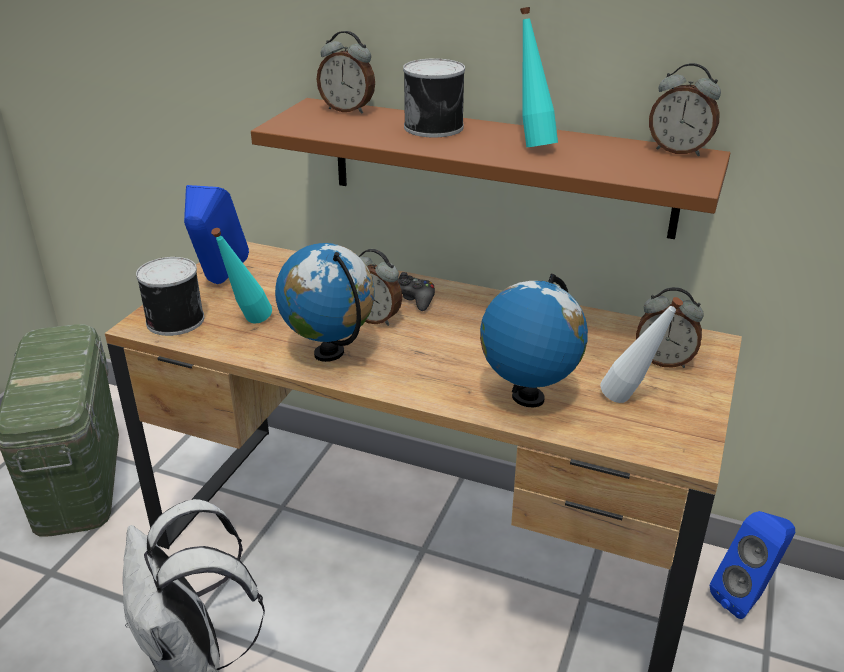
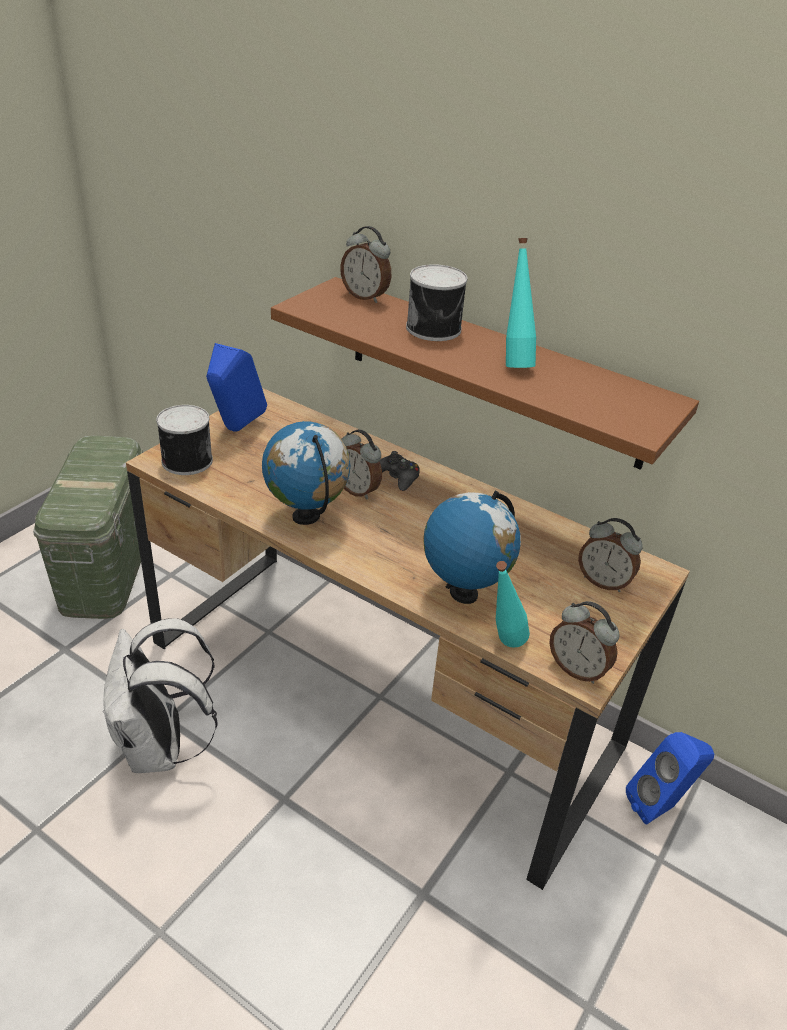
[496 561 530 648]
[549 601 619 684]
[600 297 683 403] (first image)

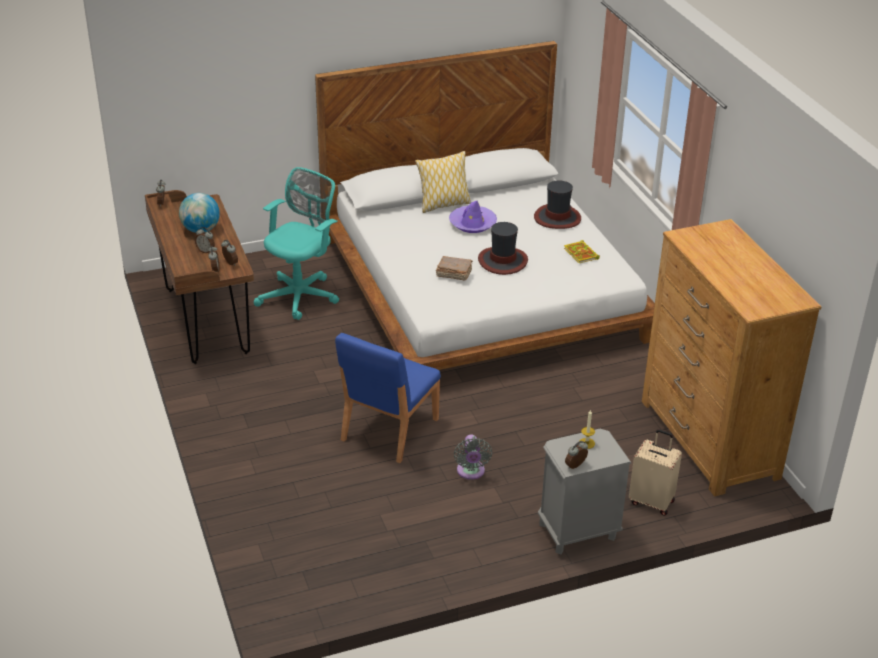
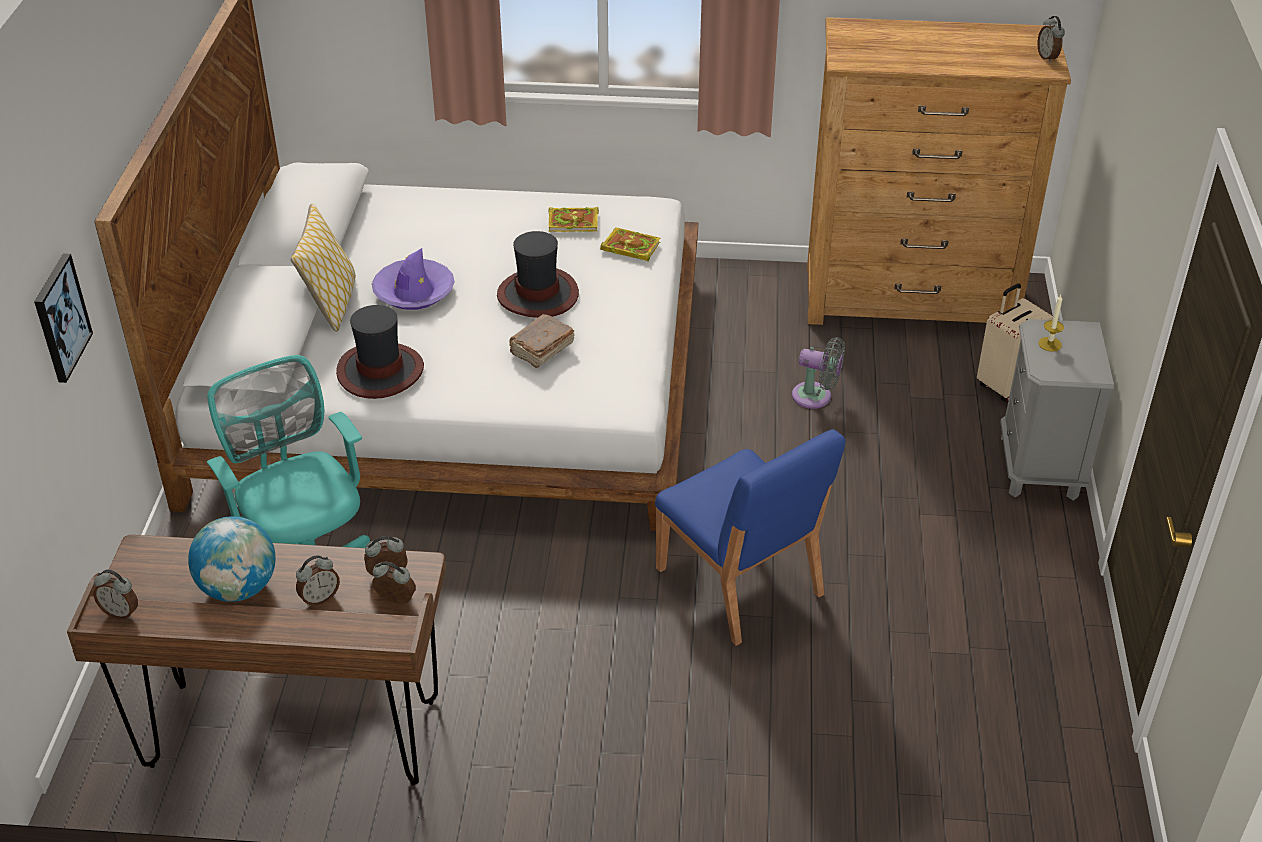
[34 253 93 383]
[336 305 424 399]
[600 227 661 262]
[792 337 845 409]
[1037 16 1065 63]

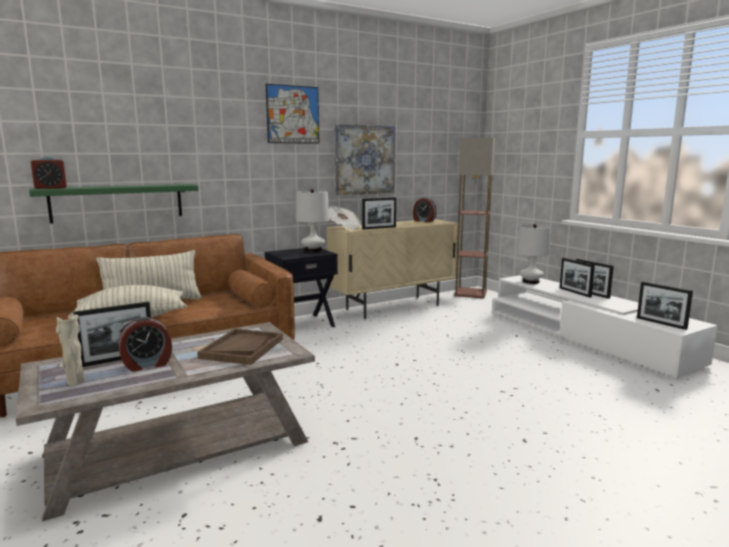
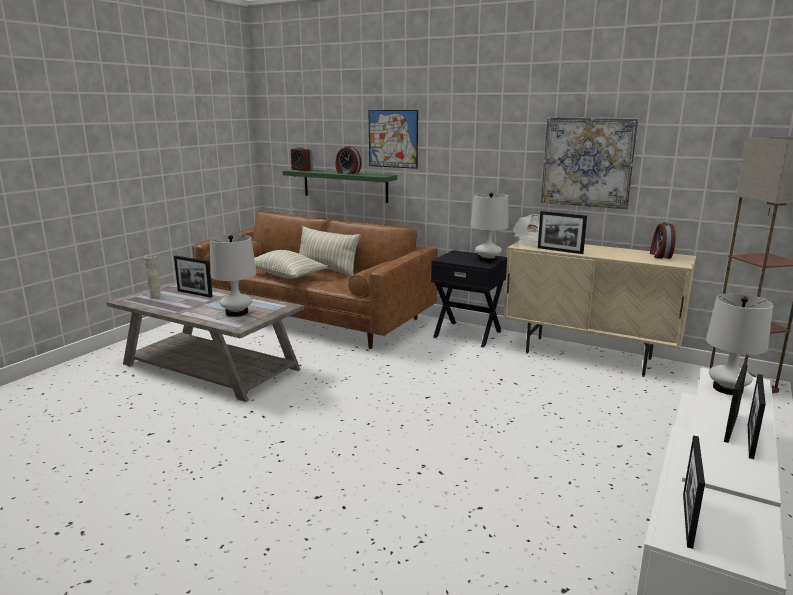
[210 234 256 317]
[335 146 362 174]
[369 110 418 169]

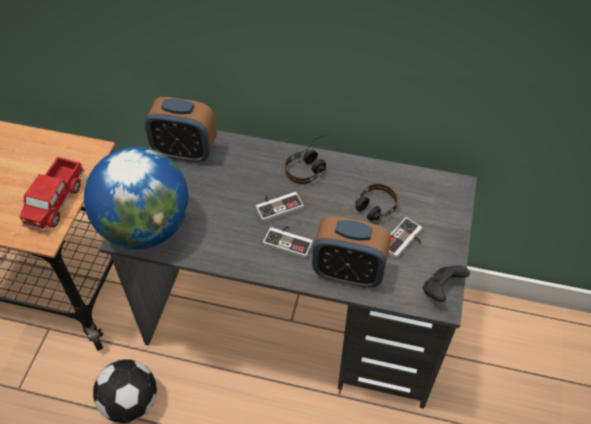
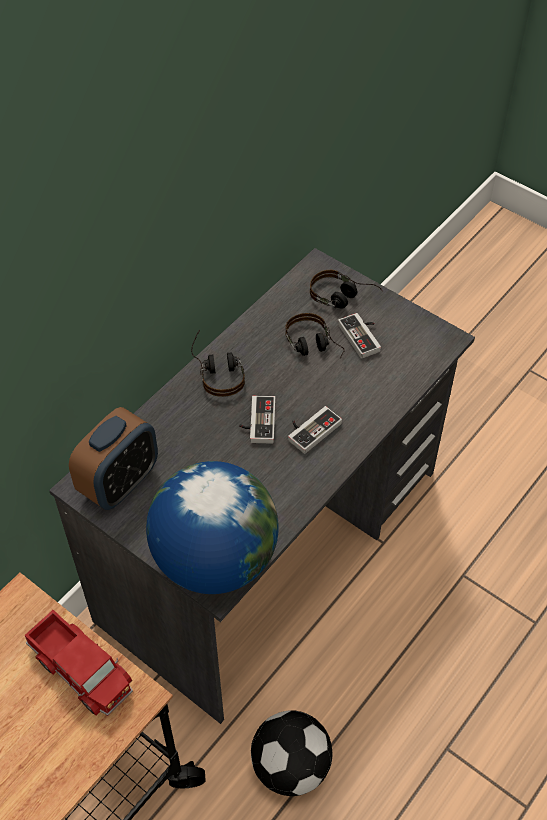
[310 270 383 309]
[312 216 391 288] (first image)
[423 265 470 302] (first image)

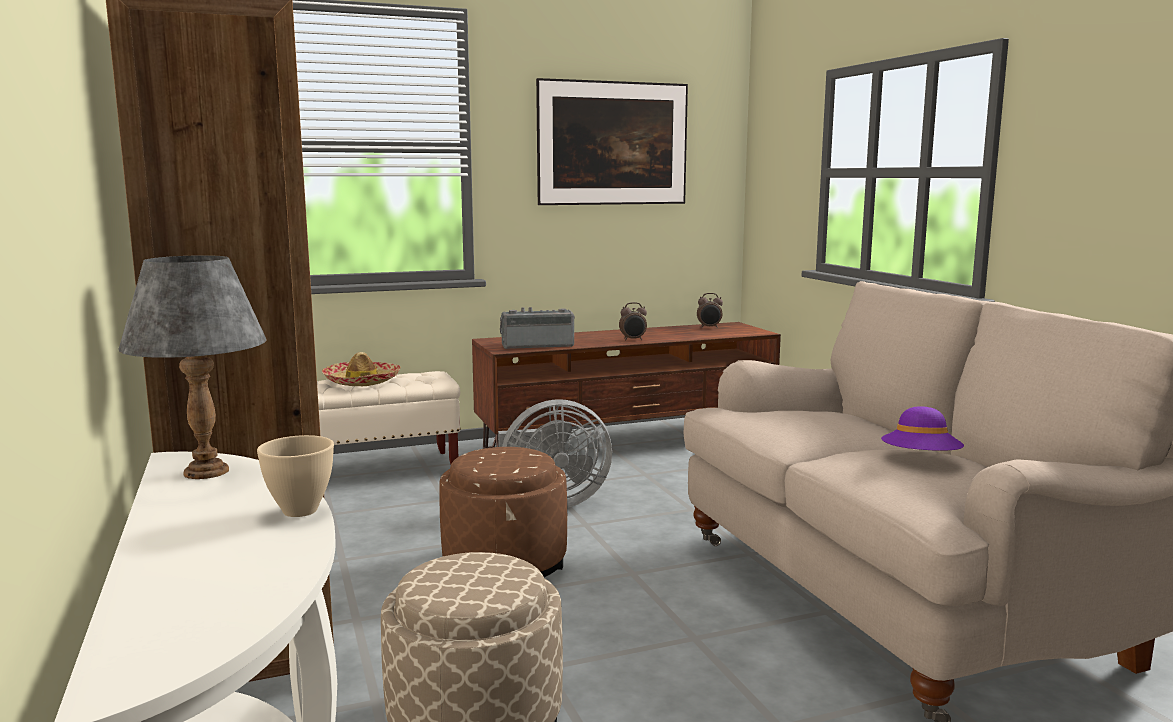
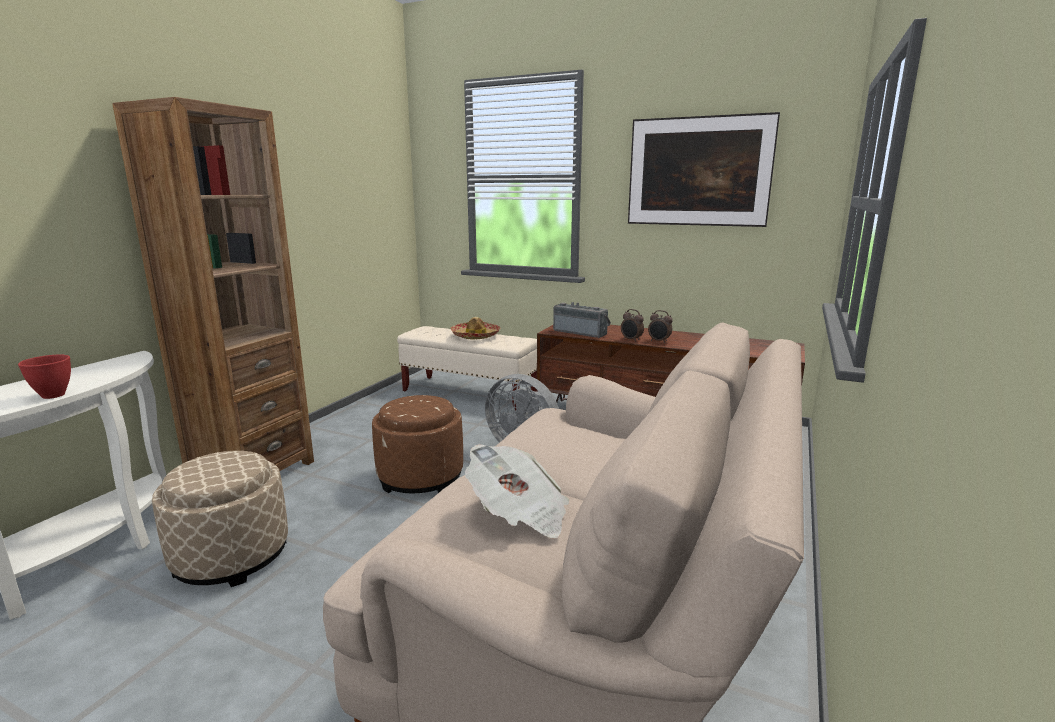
[18 355 71 399]
[465 444 569 538]
[621 309 644 342]
[118 255 267 479] (first image)

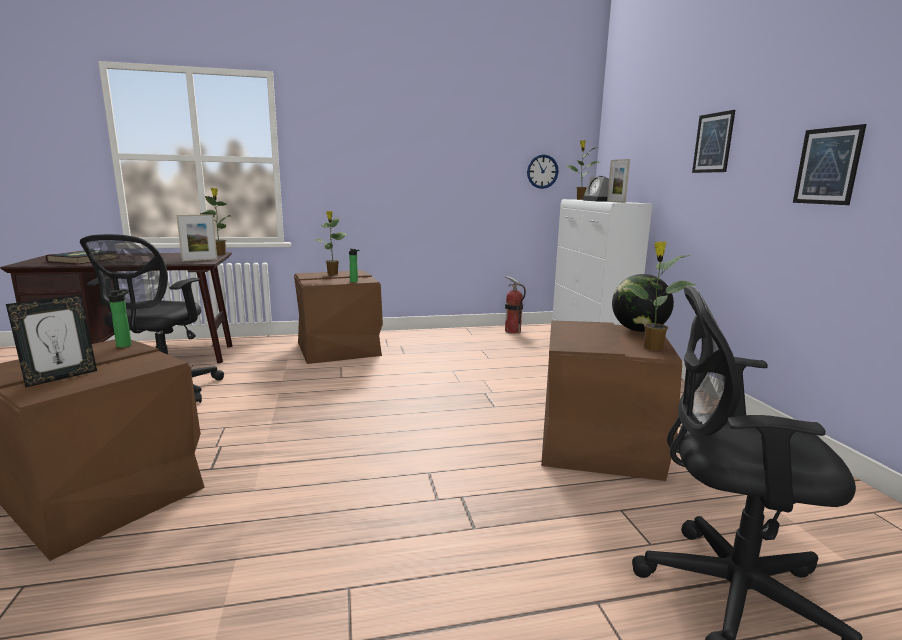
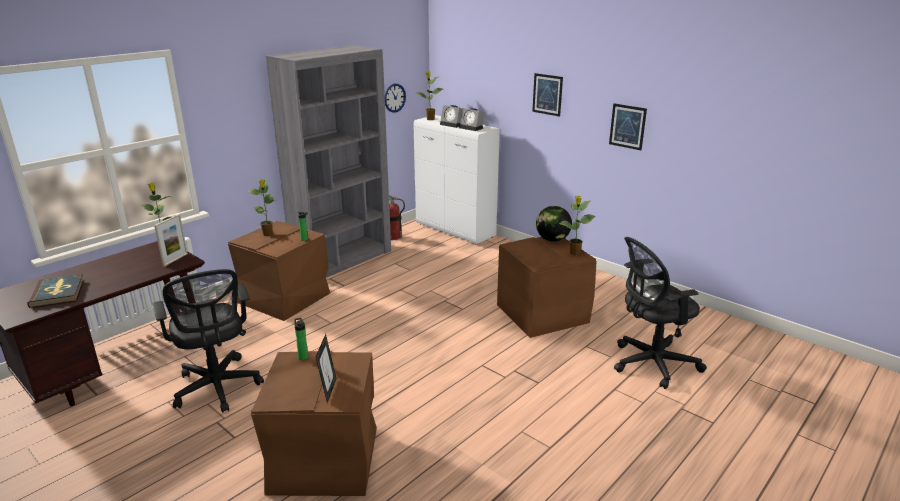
[266 45 391 278]
[459 108 485 131]

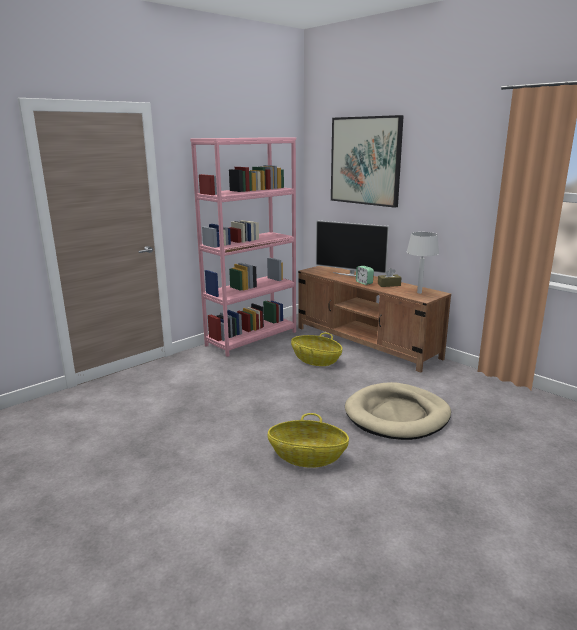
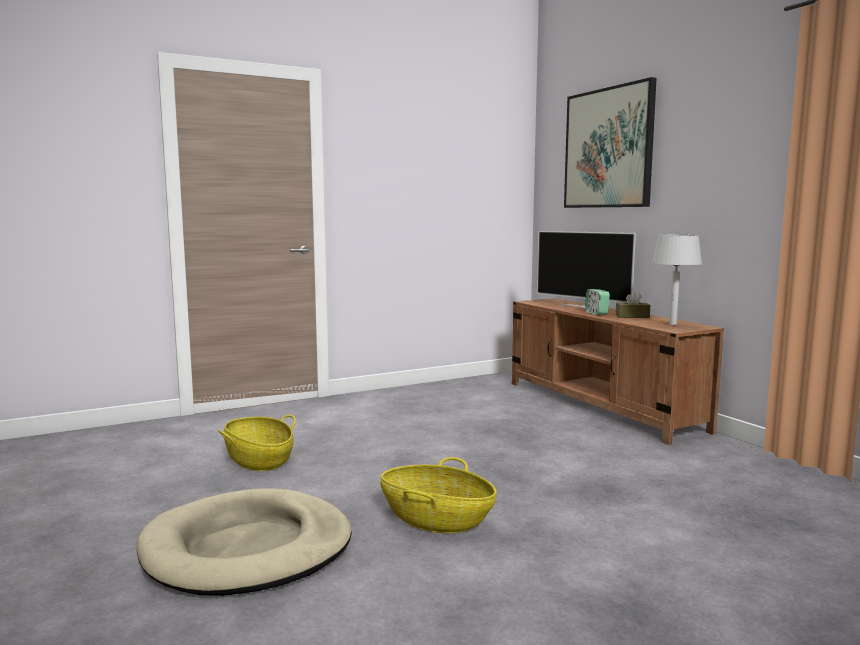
[137 488 352 596]
[218 415 296 471]
[190 137 296 357] (first image)

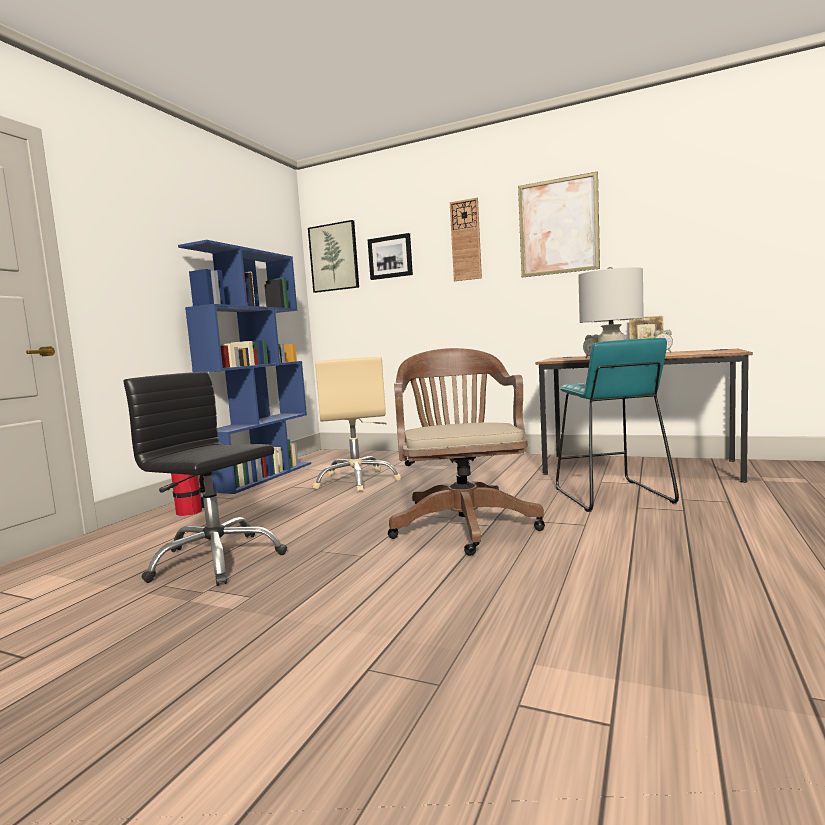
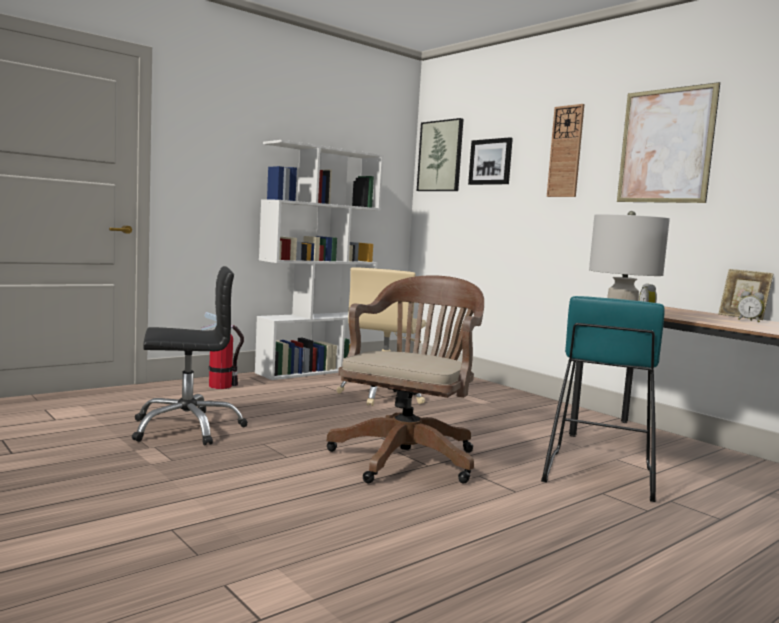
[132 266 248 446]
[255 140 384 380]

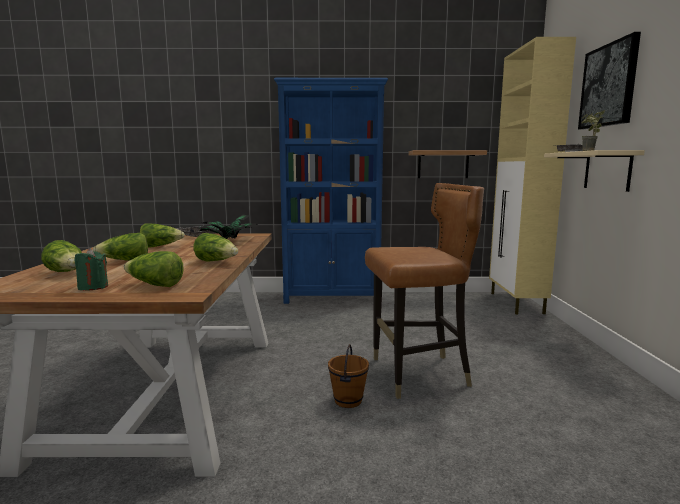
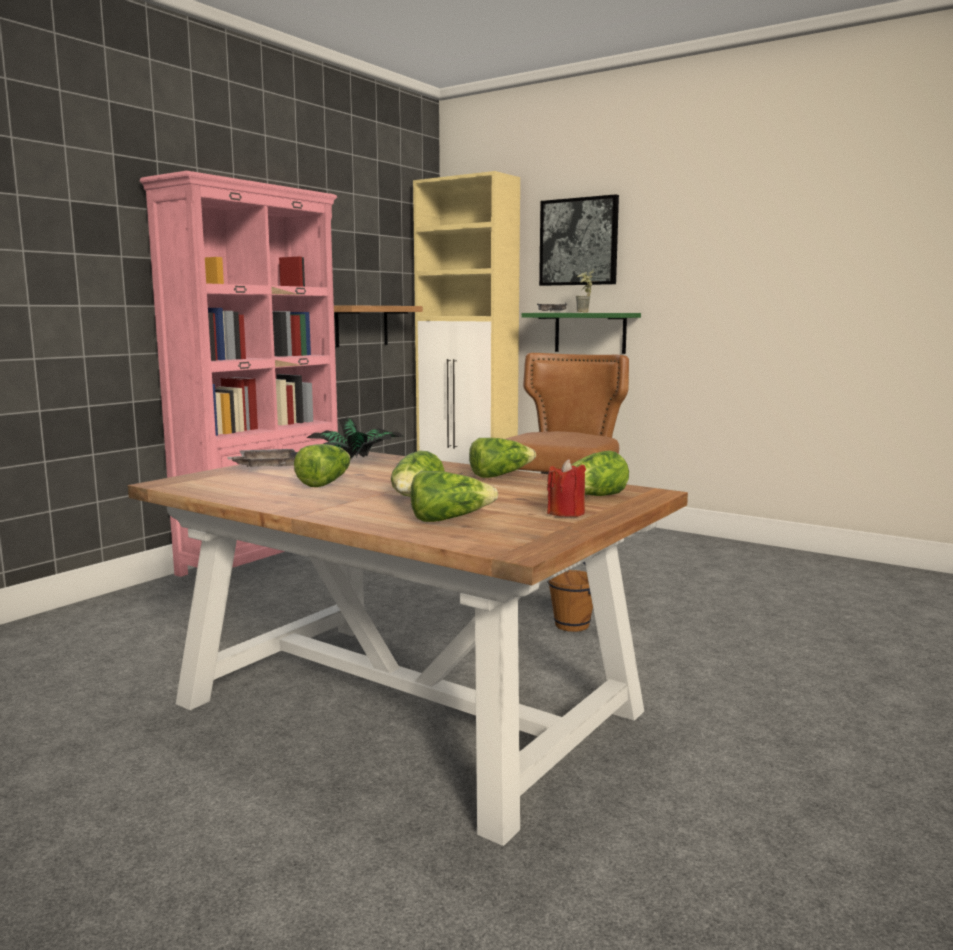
[140 171 338 577]
[521 313 641 354]
[547 459 586 517]

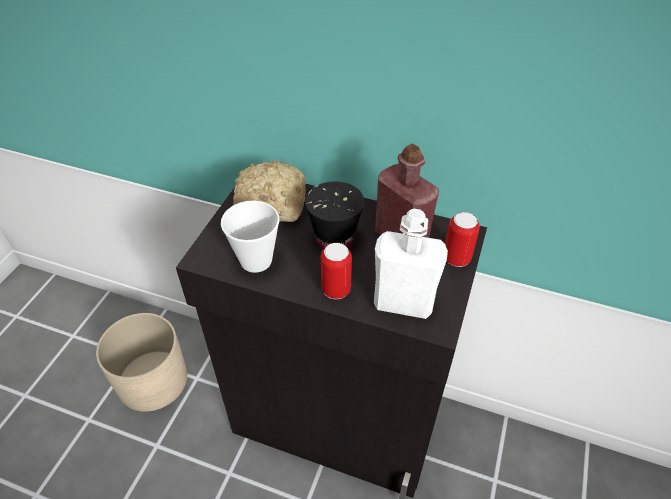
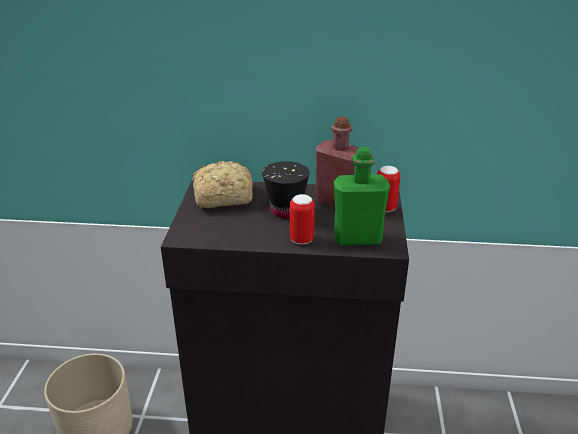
[334 147 390 246]
[221 200 280 273] (first image)

